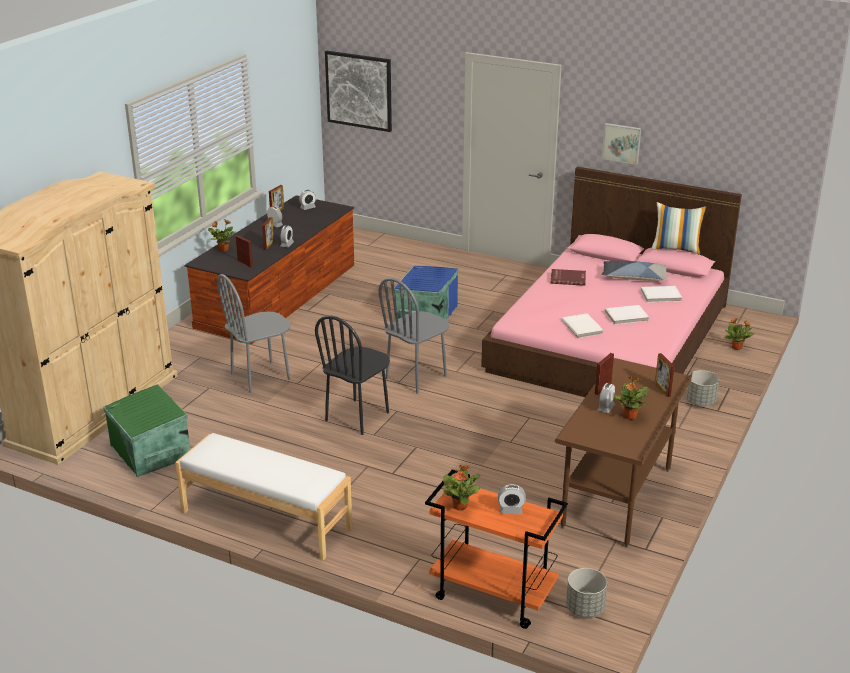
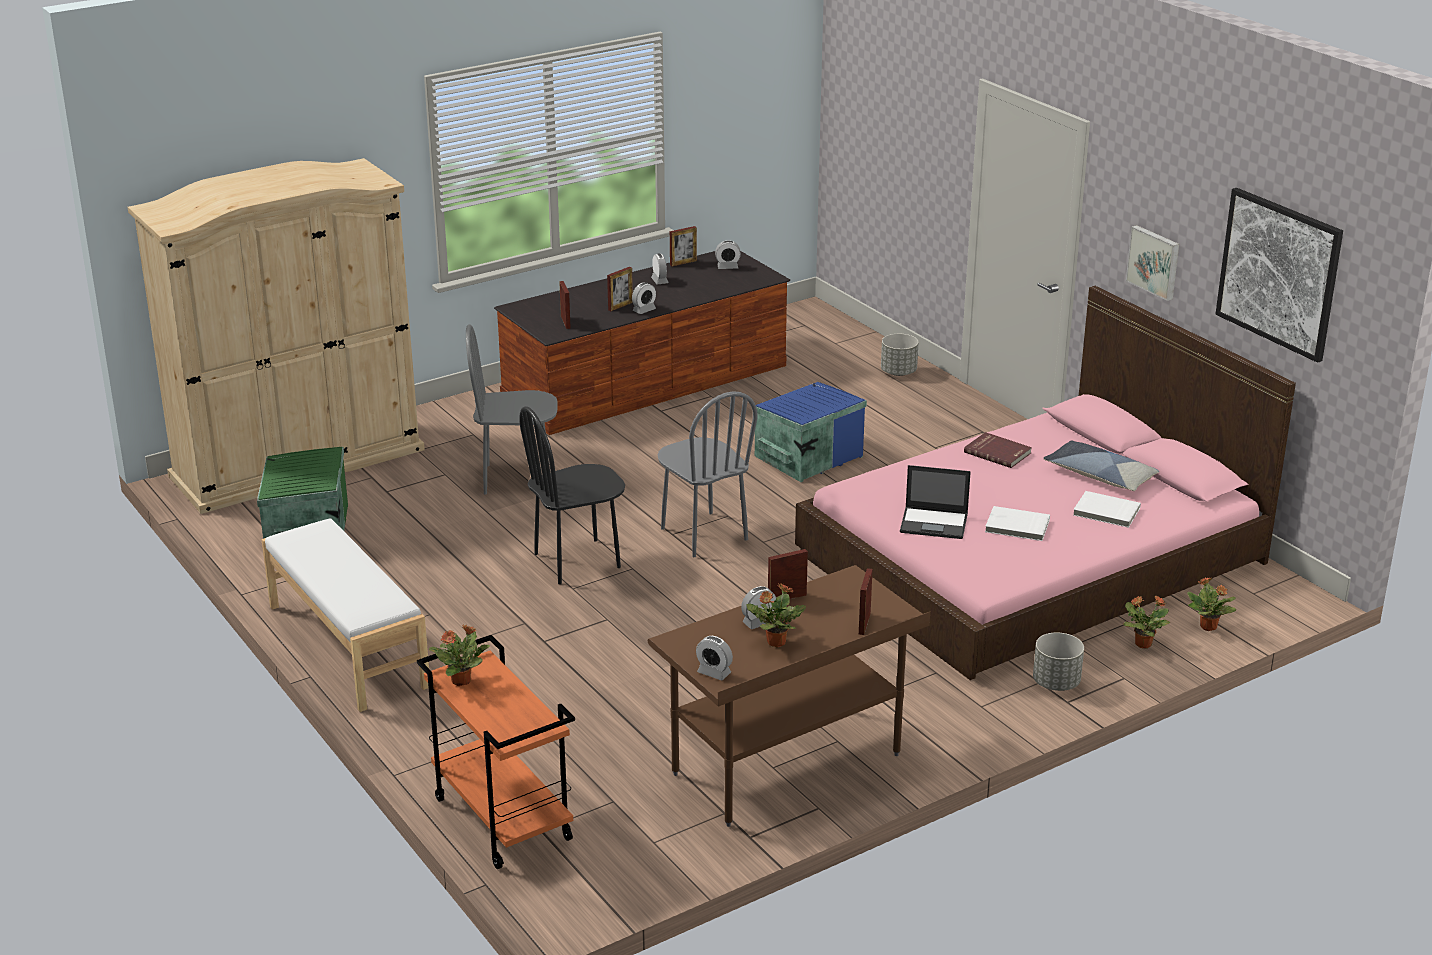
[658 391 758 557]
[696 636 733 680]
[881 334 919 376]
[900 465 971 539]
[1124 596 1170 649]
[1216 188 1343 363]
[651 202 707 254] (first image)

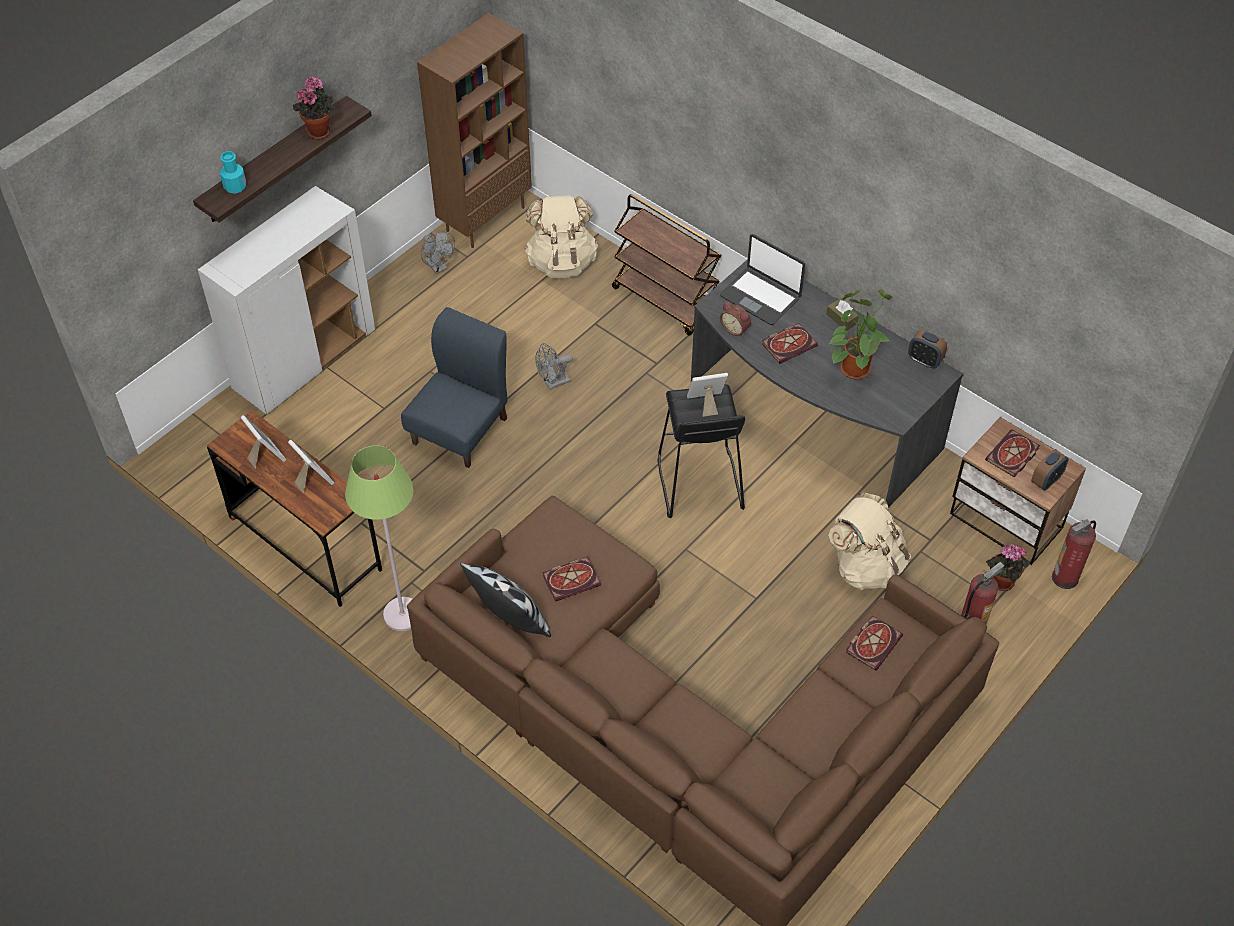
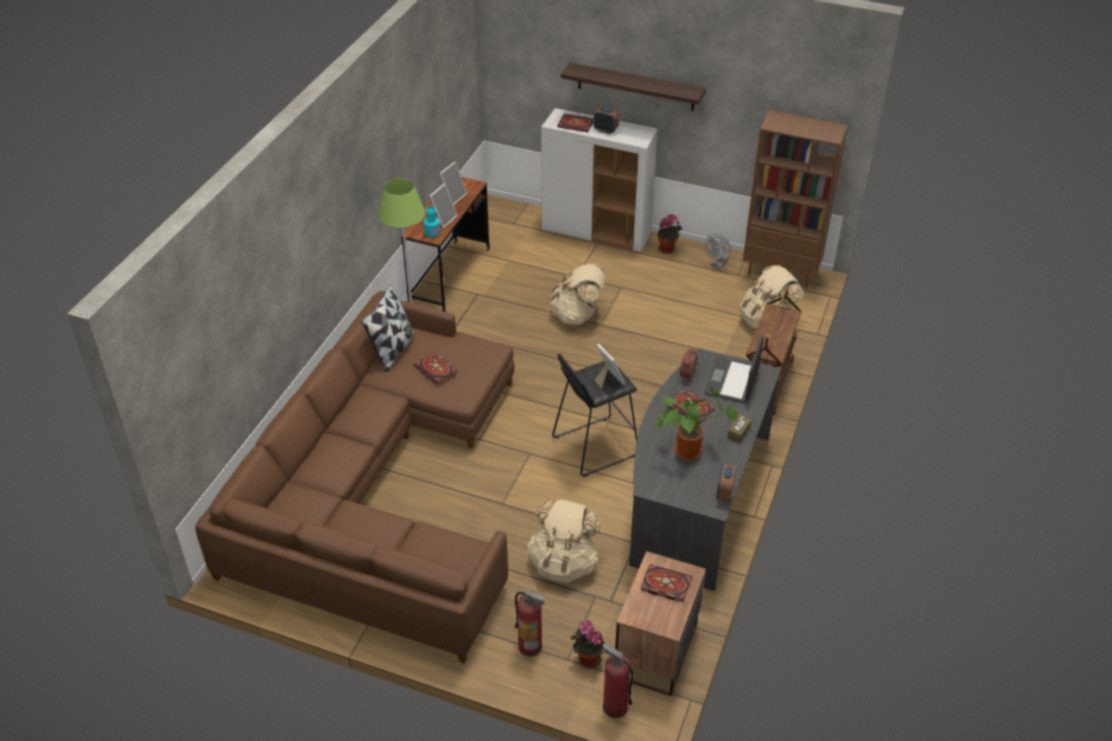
[424 206 441 237]
[550 264 605 325]
[557 114 593 132]
[593 107 619 134]
[657 214 682 254]
[535 343 573 390] (first image)

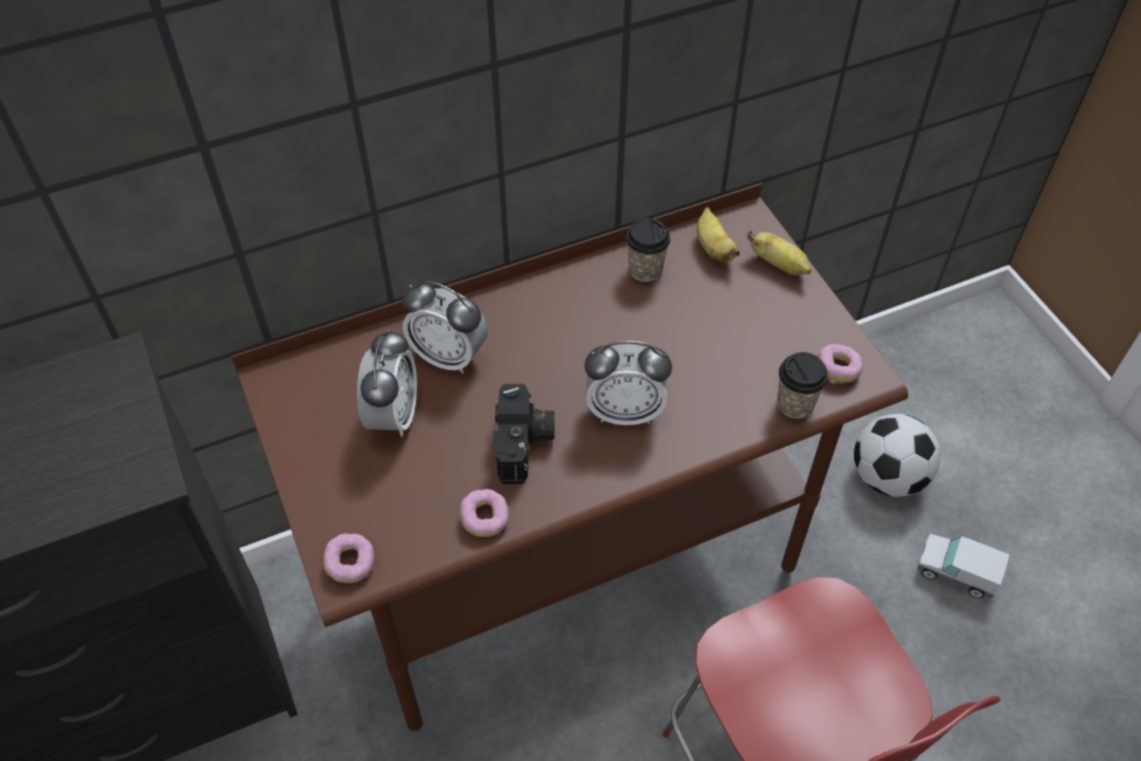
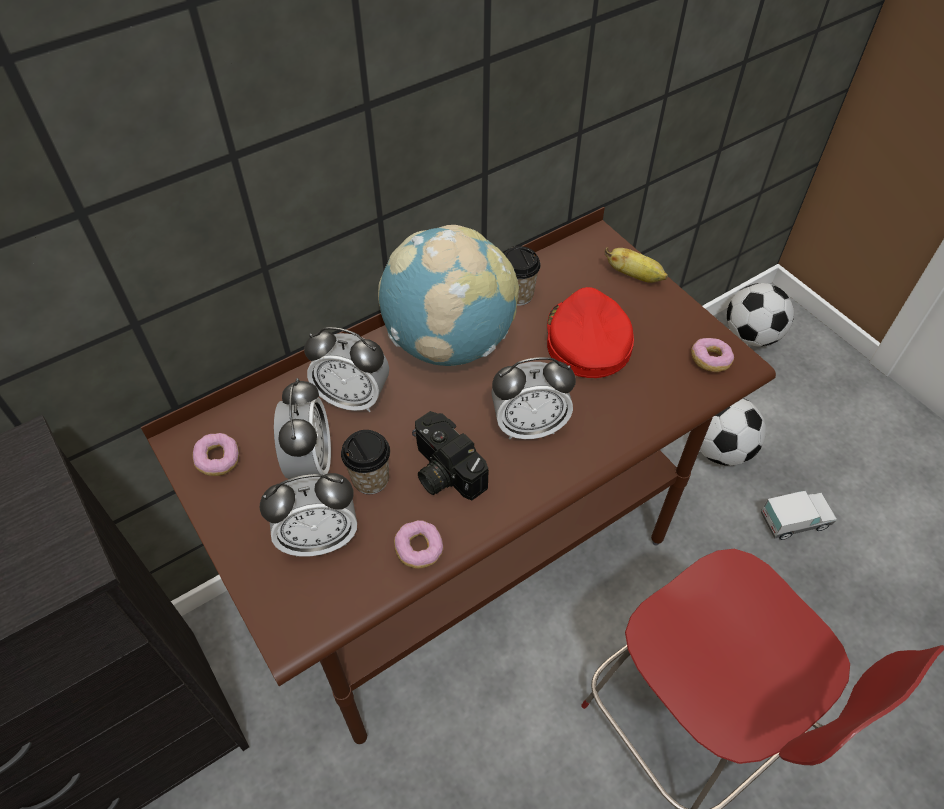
[193 433 239 476]
[260 473 357 556]
[341 430 390 494]
[378 225 519 366]
[412 411 489 501]
[547 287 634 378]
[727 283 794 347]
[761 491 837 540]
[696 207 740 263] (first image)

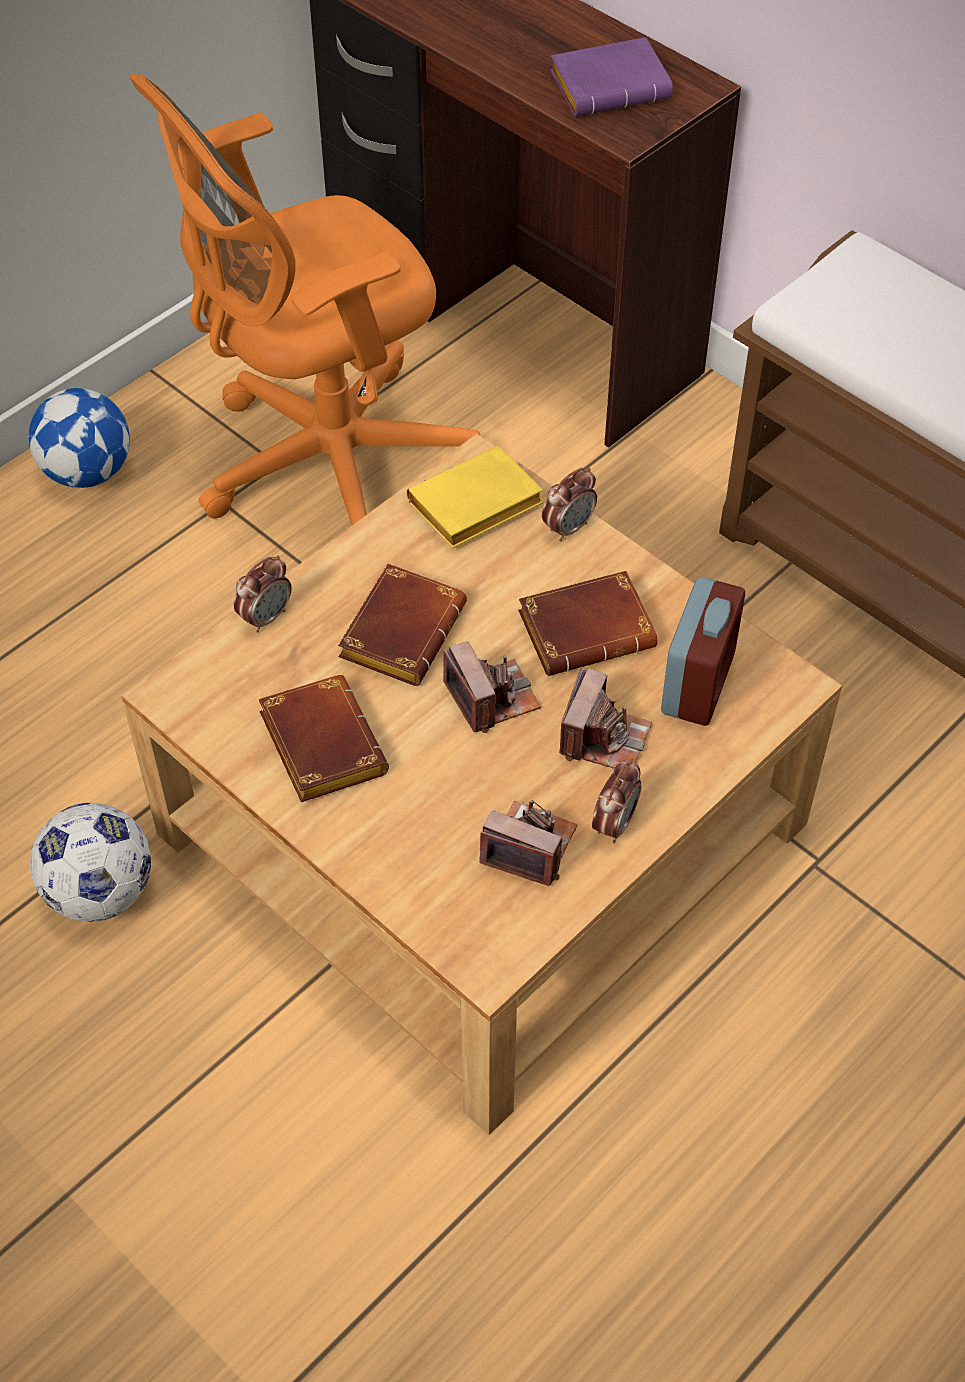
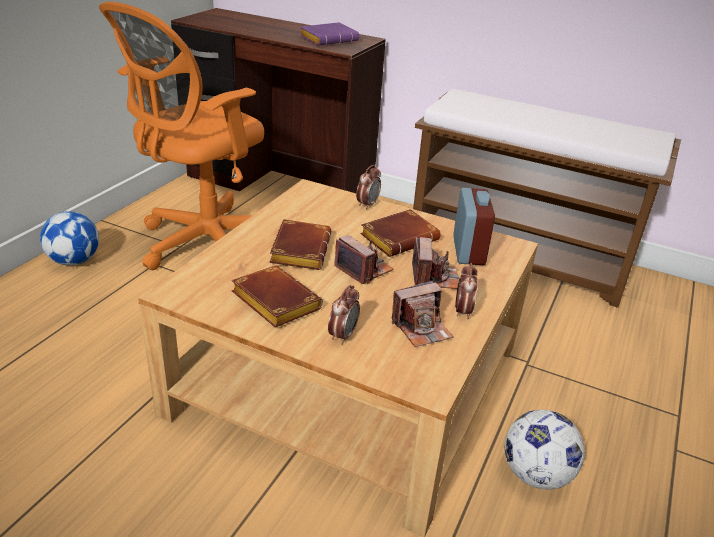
[328 285 360 345]
[392 281 454 347]
[505 410 585 490]
[407 446 543 549] (first image)

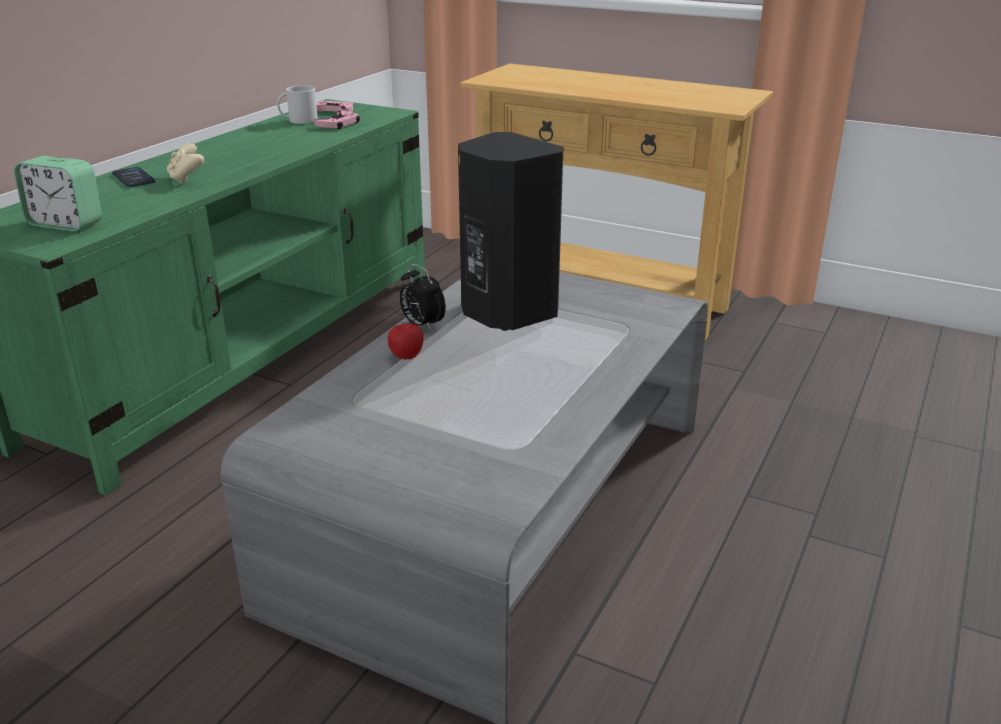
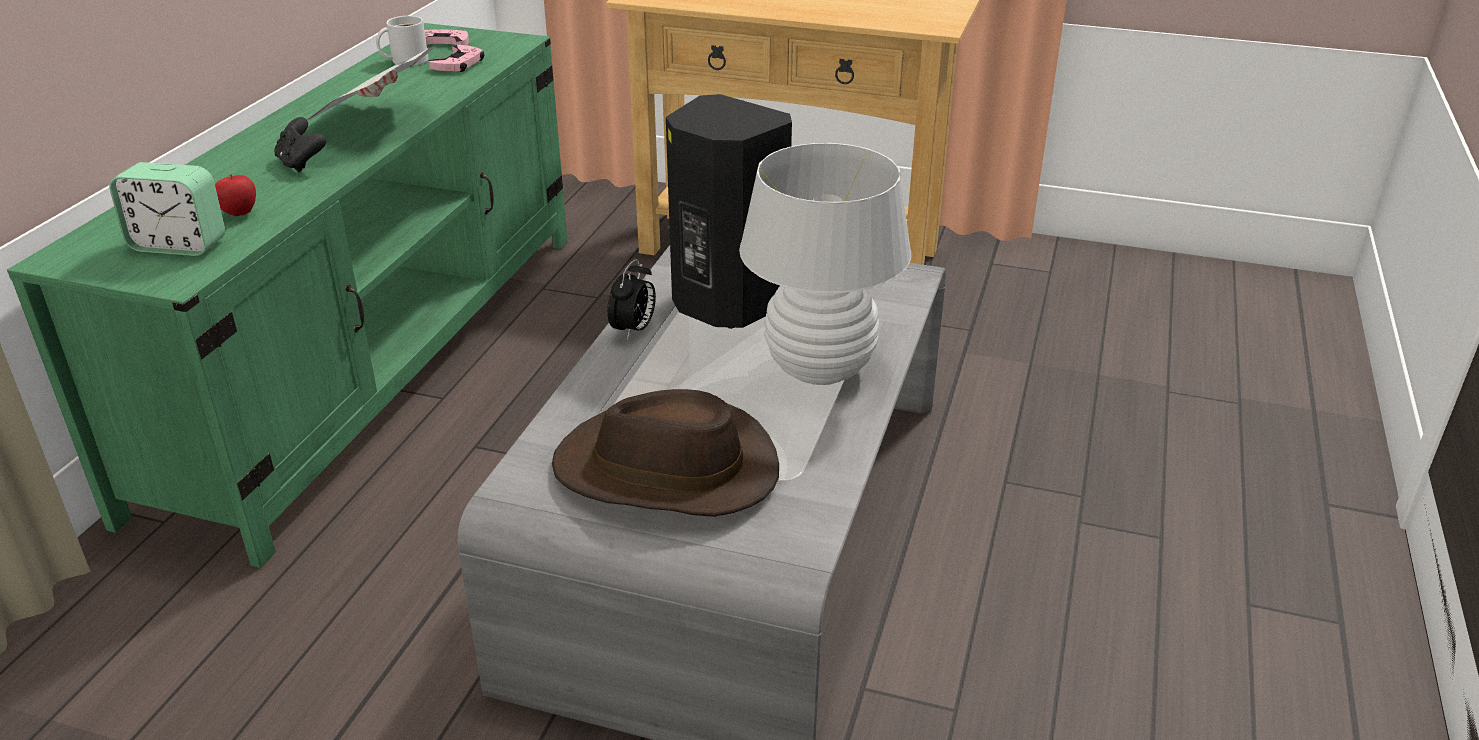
[215 174 256 216]
[274 117 327 172]
[307 46 437 121]
[552 389 779 517]
[607 259 656 340]
[739 143 911 385]
[112 167 155 187] (first image)

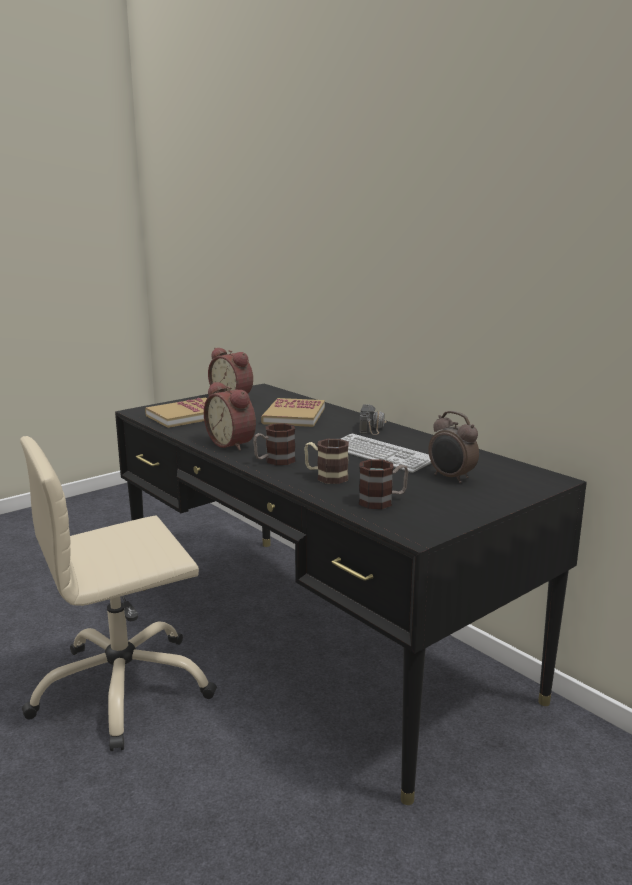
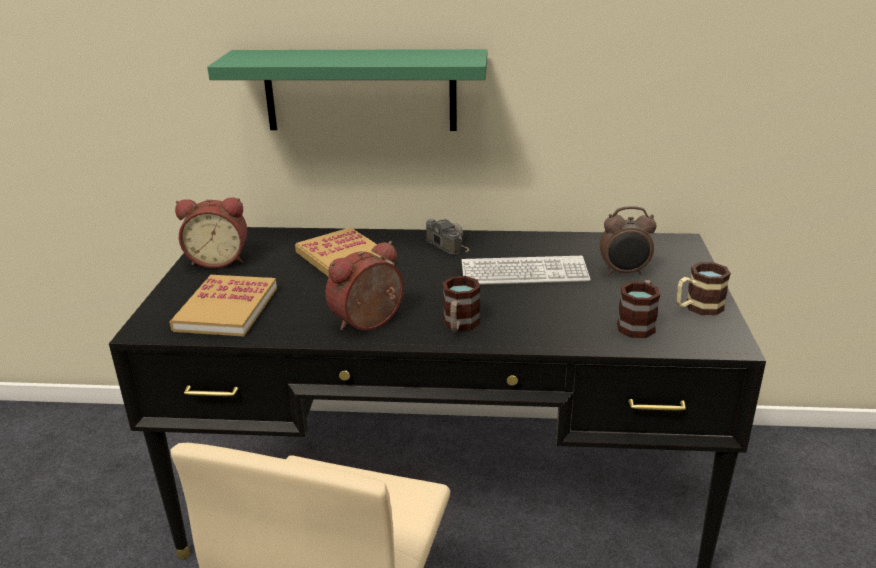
[207 49 487 131]
[325 241 404 331]
[677 262 731 316]

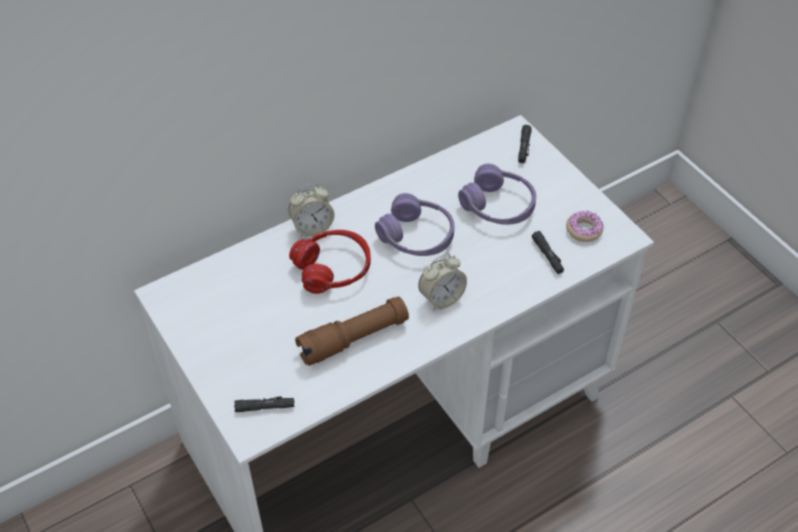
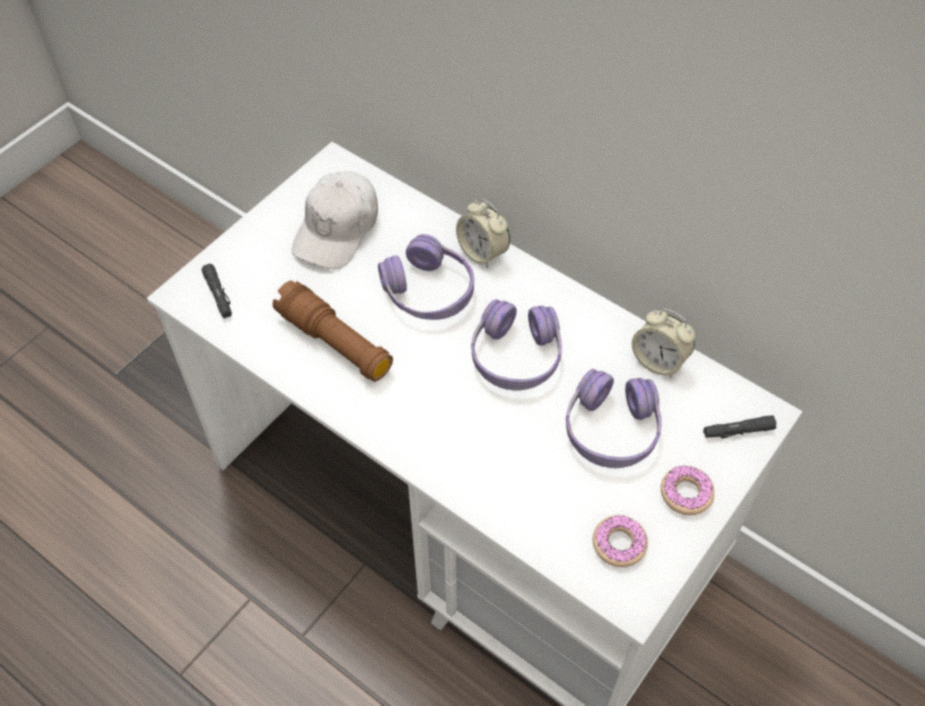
[292 171 378 269]
[378 234 474 320]
[632 308 695 378]
[661 465 714 515]
[532 231 564 274] (first image)

